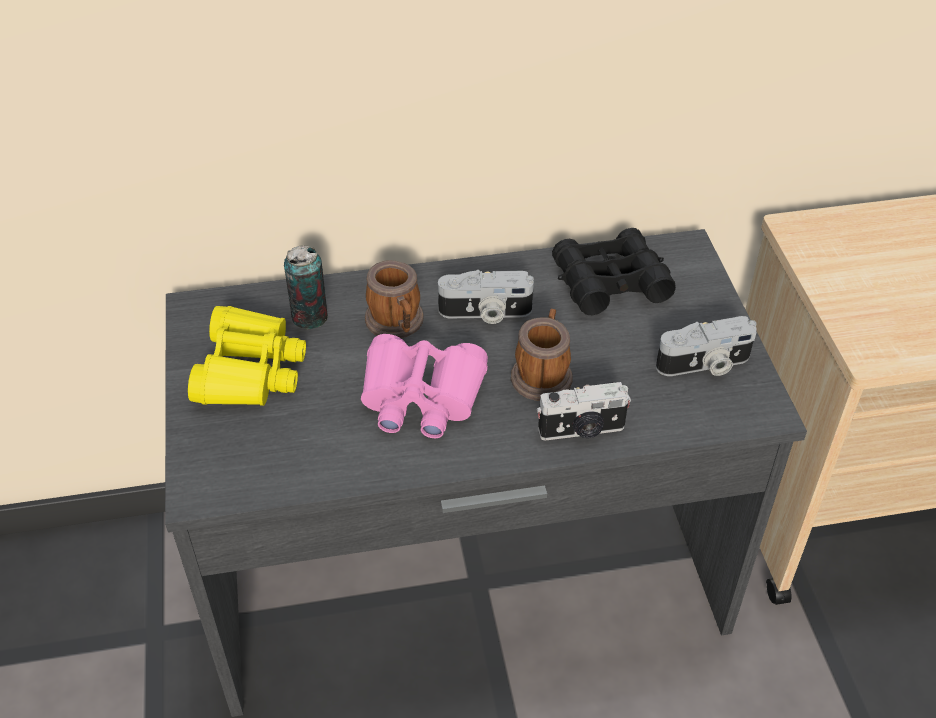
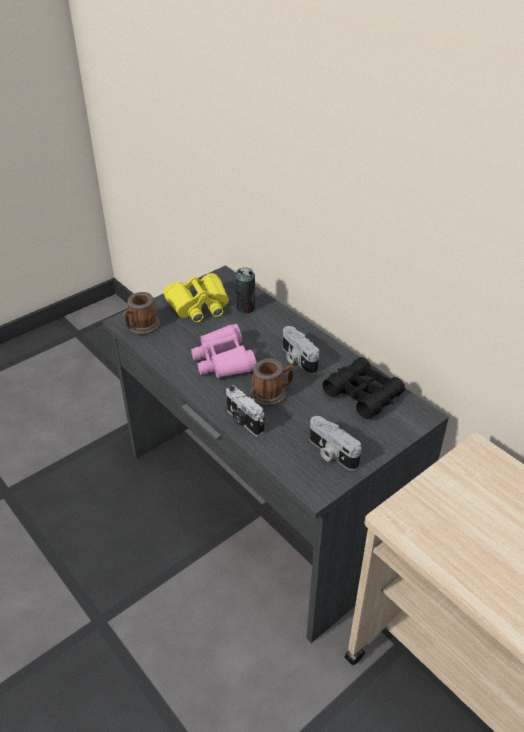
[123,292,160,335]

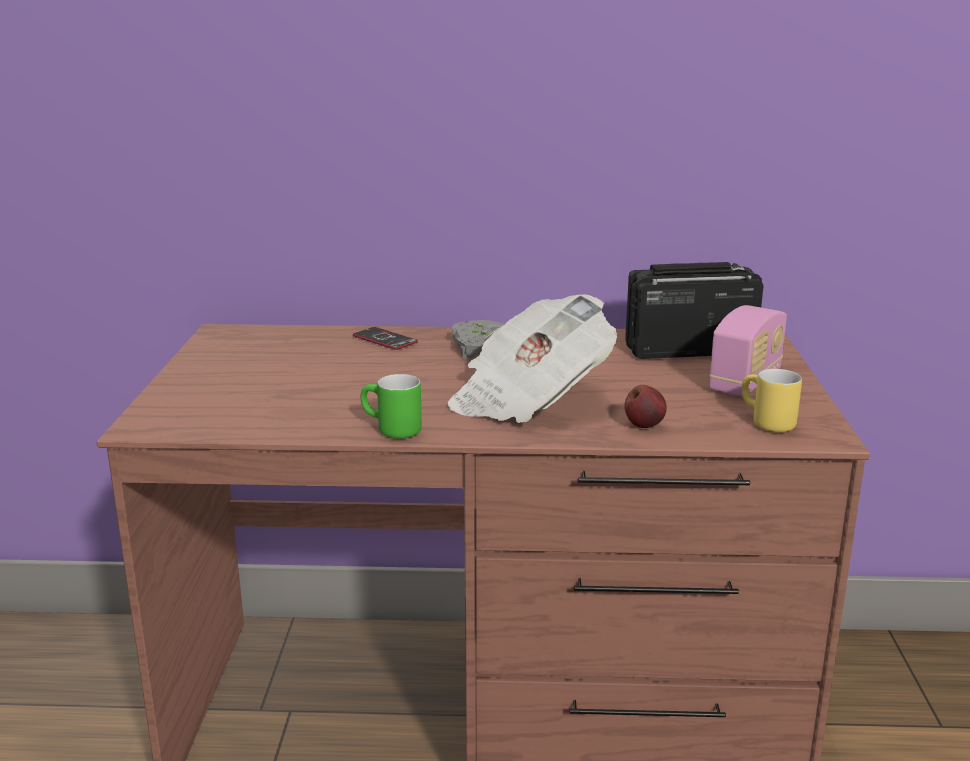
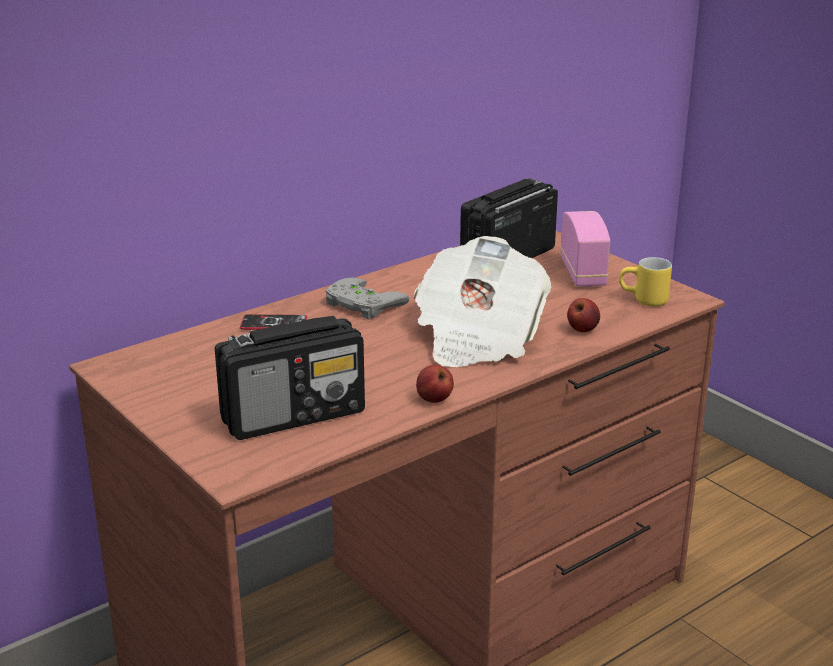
[215,316,365,440]
[416,365,454,403]

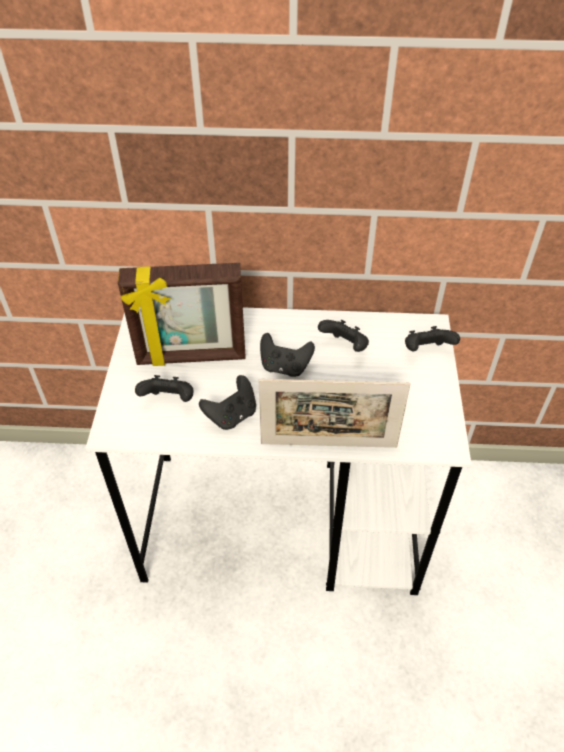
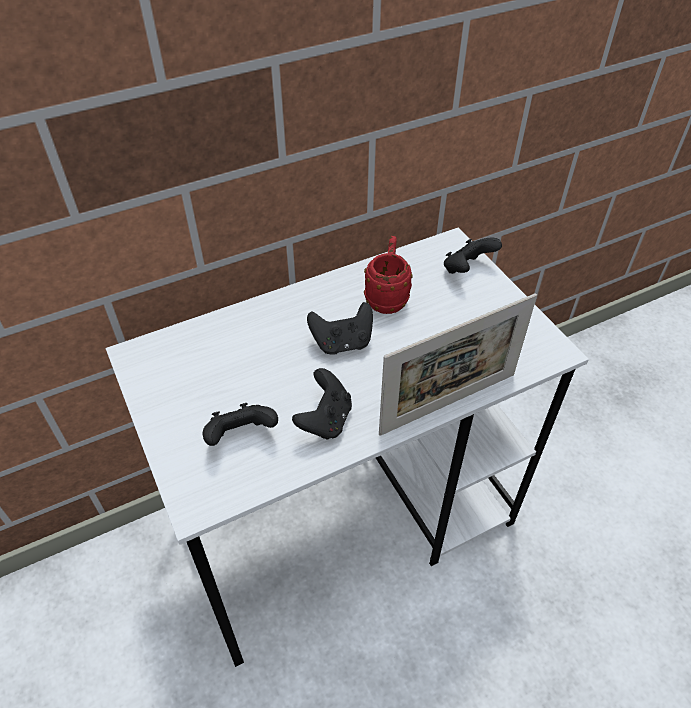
[118,263,246,366] (first image)
[364,236,413,314]

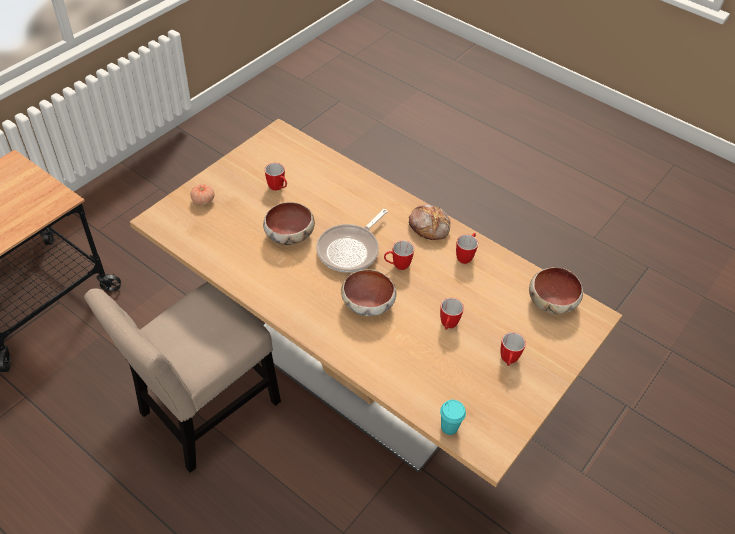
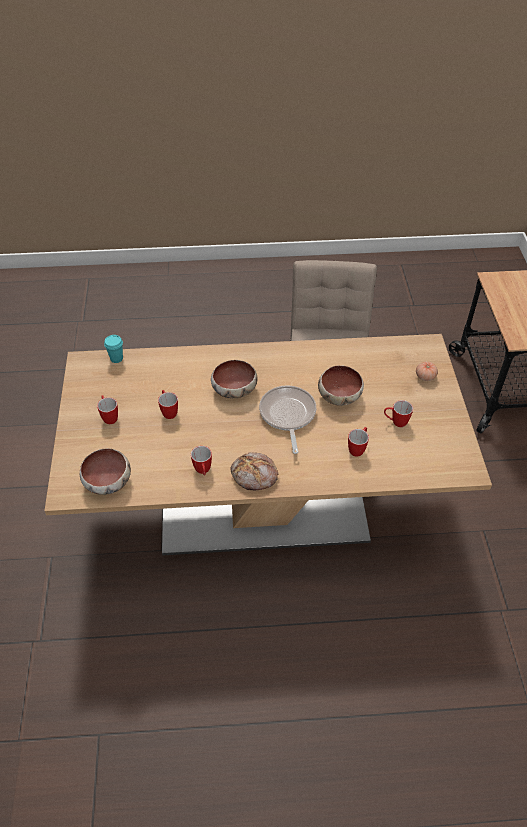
[348,427,369,457]

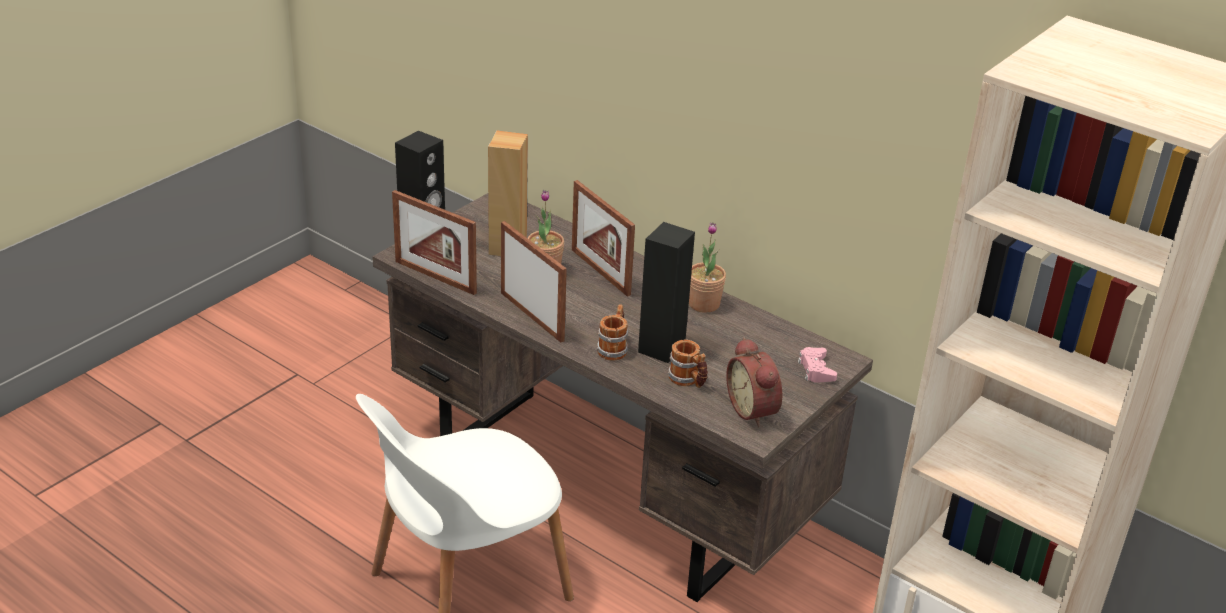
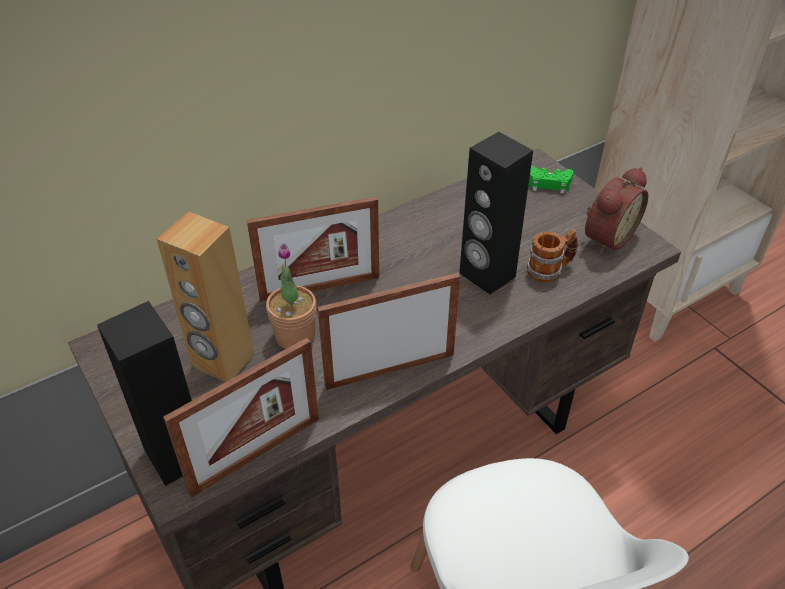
[597,304,628,361] (first image)
[689,222,726,313] (first image)
[529,165,574,194]
[585,167,648,254]

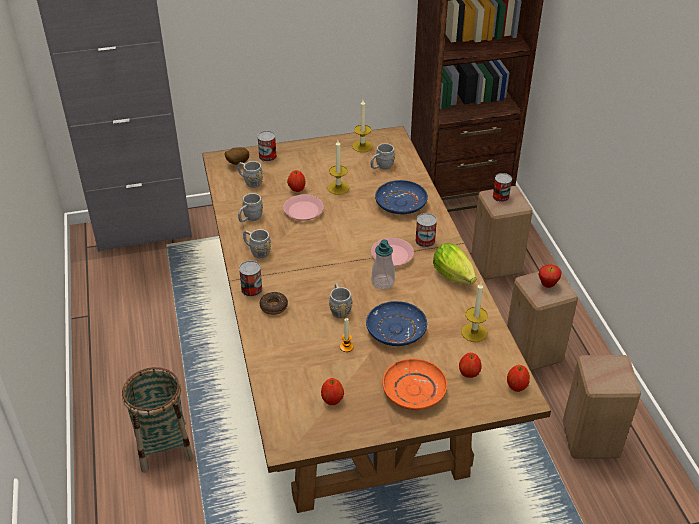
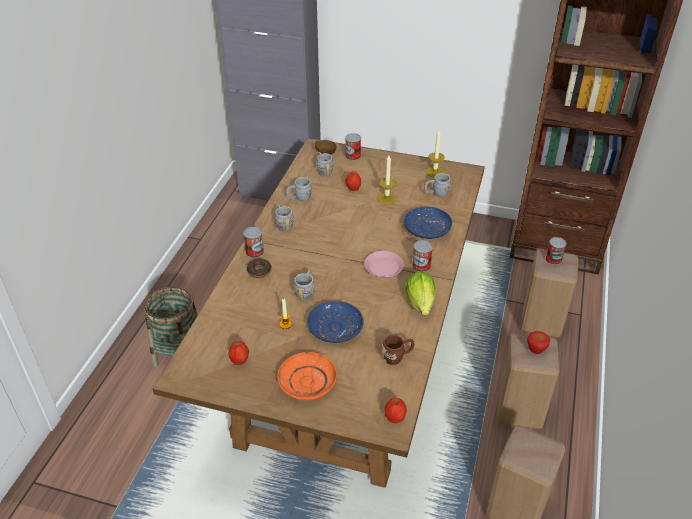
[283,195,324,221] (first image)
[371,239,395,290] (first image)
[459,353,482,378] (first image)
[382,335,415,365]

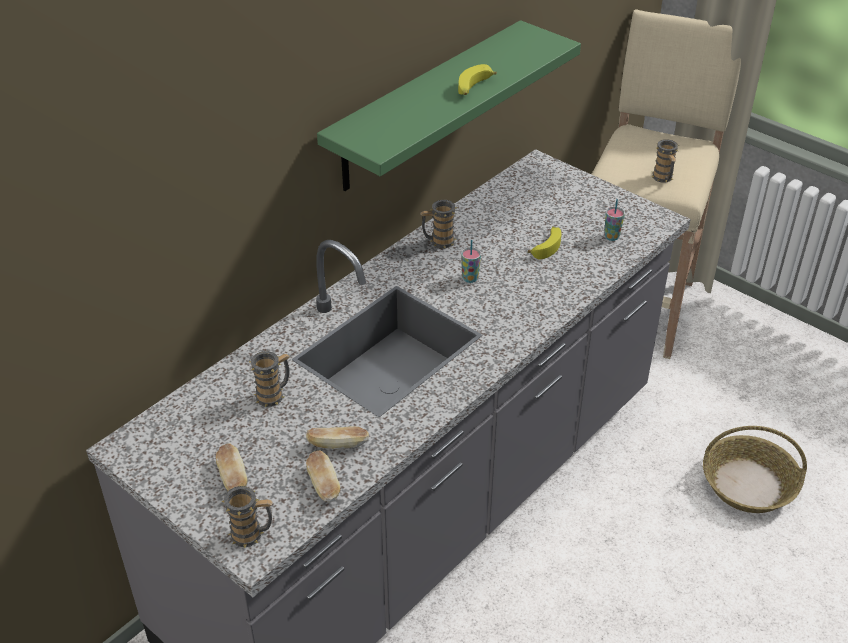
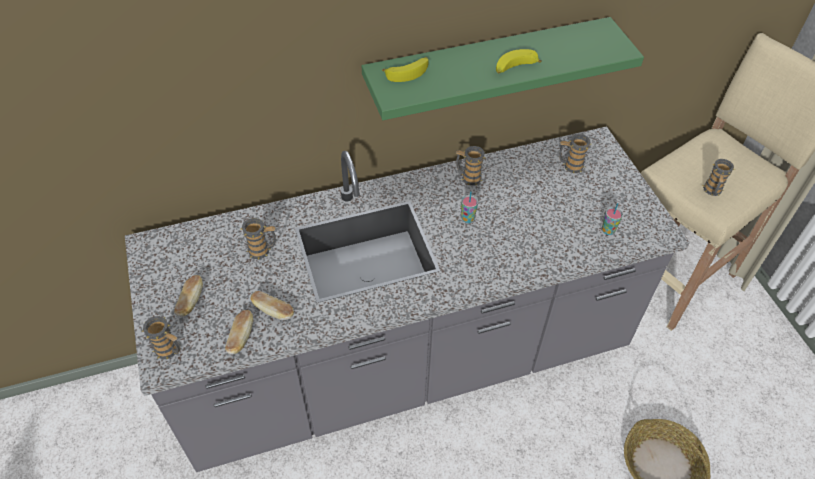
[559,134,591,173]
[382,57,428,82]

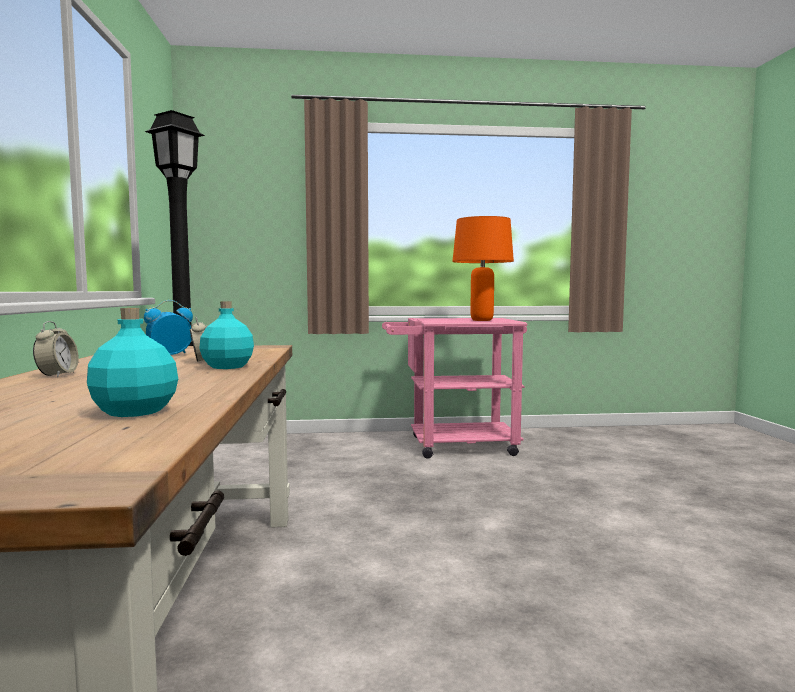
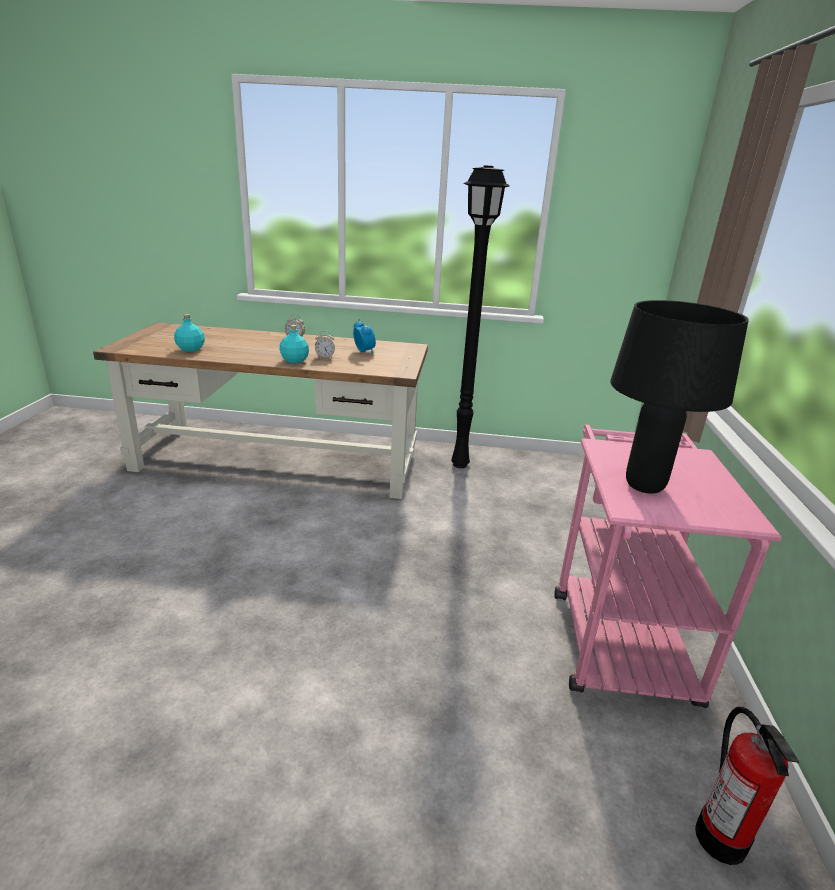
[695,707,799,865]
[610,300,749,494]

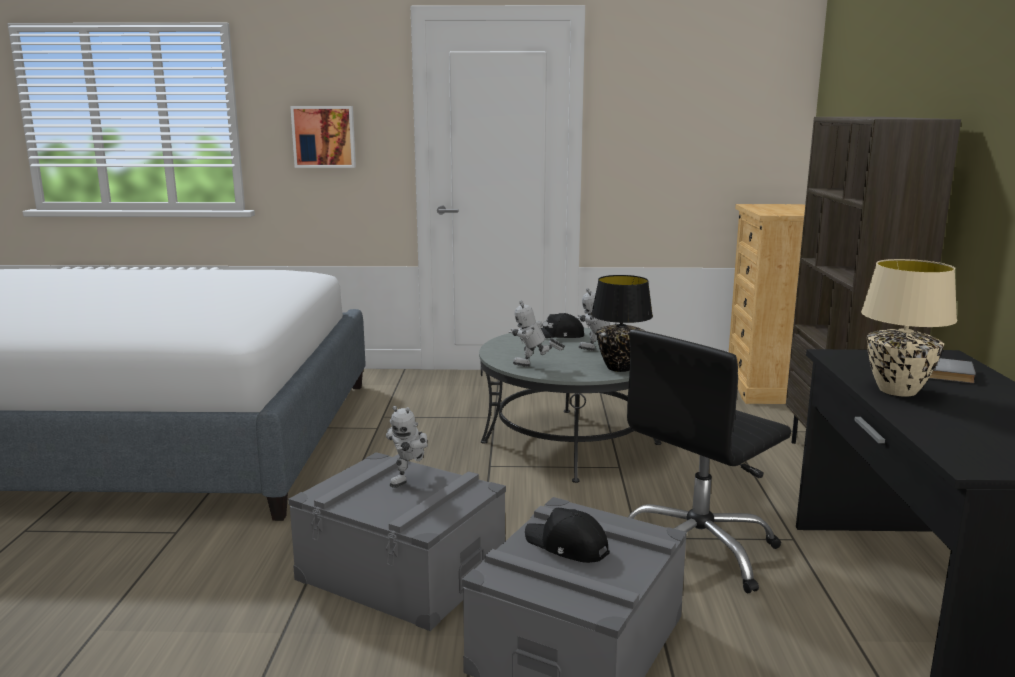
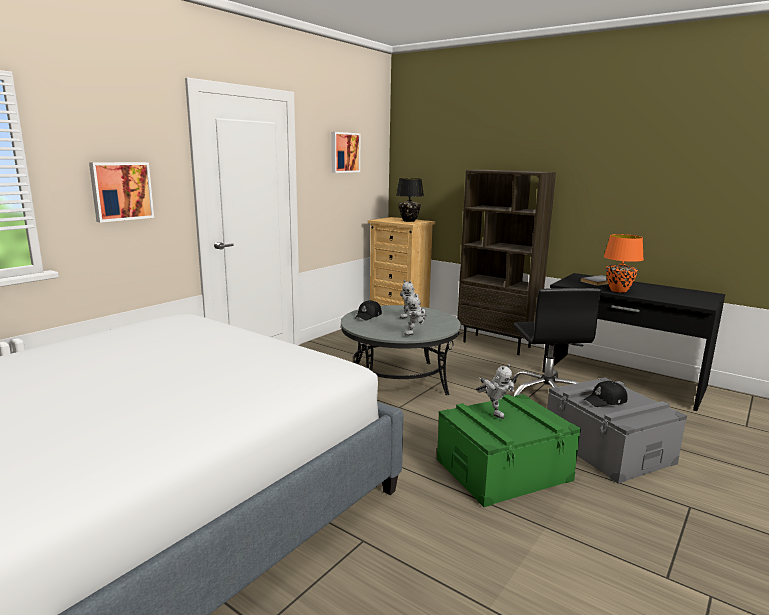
[331,132,360,173]
[396,178,424,222]
[437,394,581,507]
[604,234,644,293]

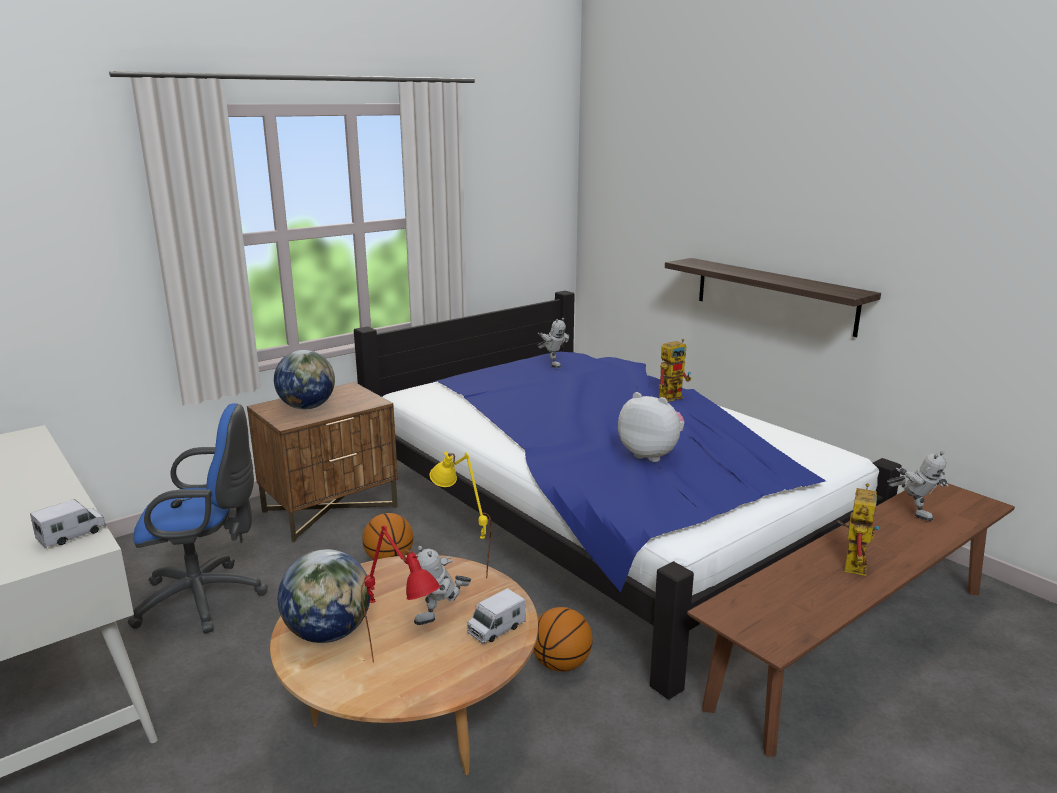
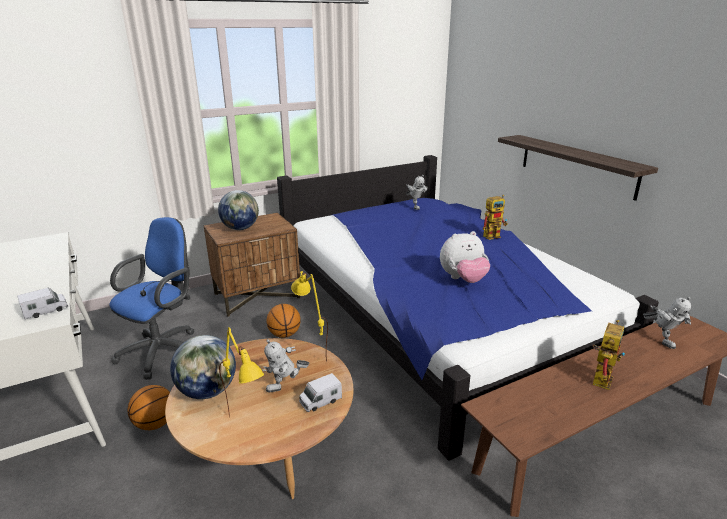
[127,385,170,430]
[219,327,264,417]
[109,217,195,380]
[440,231,490,283]

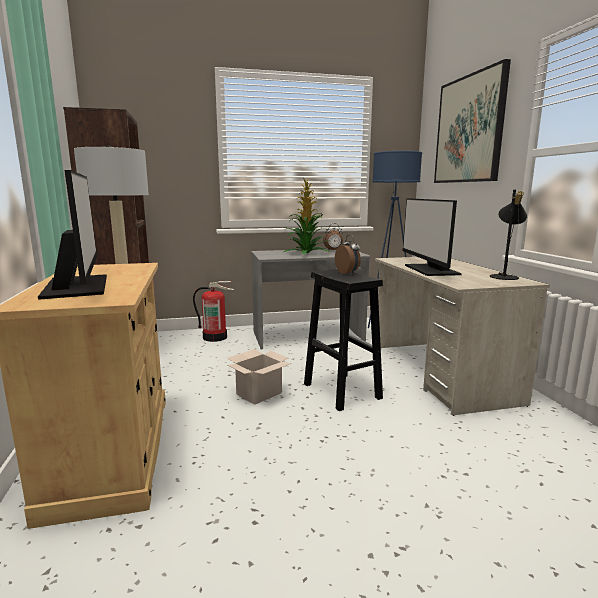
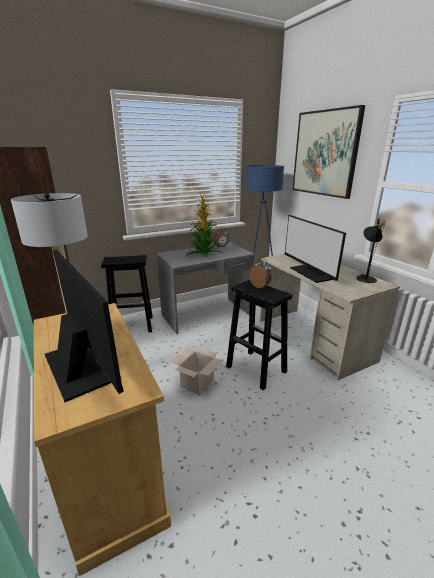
[101,255,153,332]

